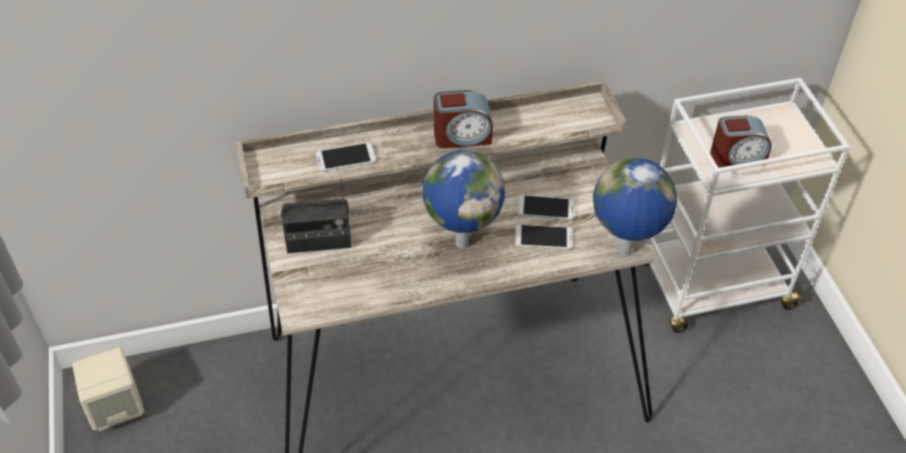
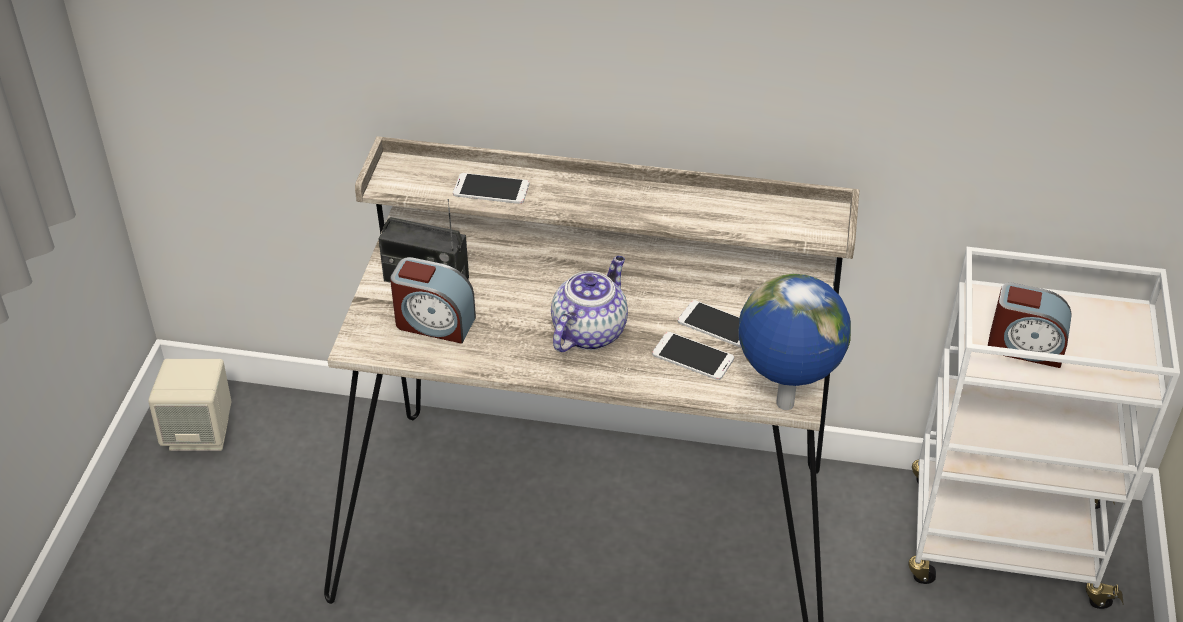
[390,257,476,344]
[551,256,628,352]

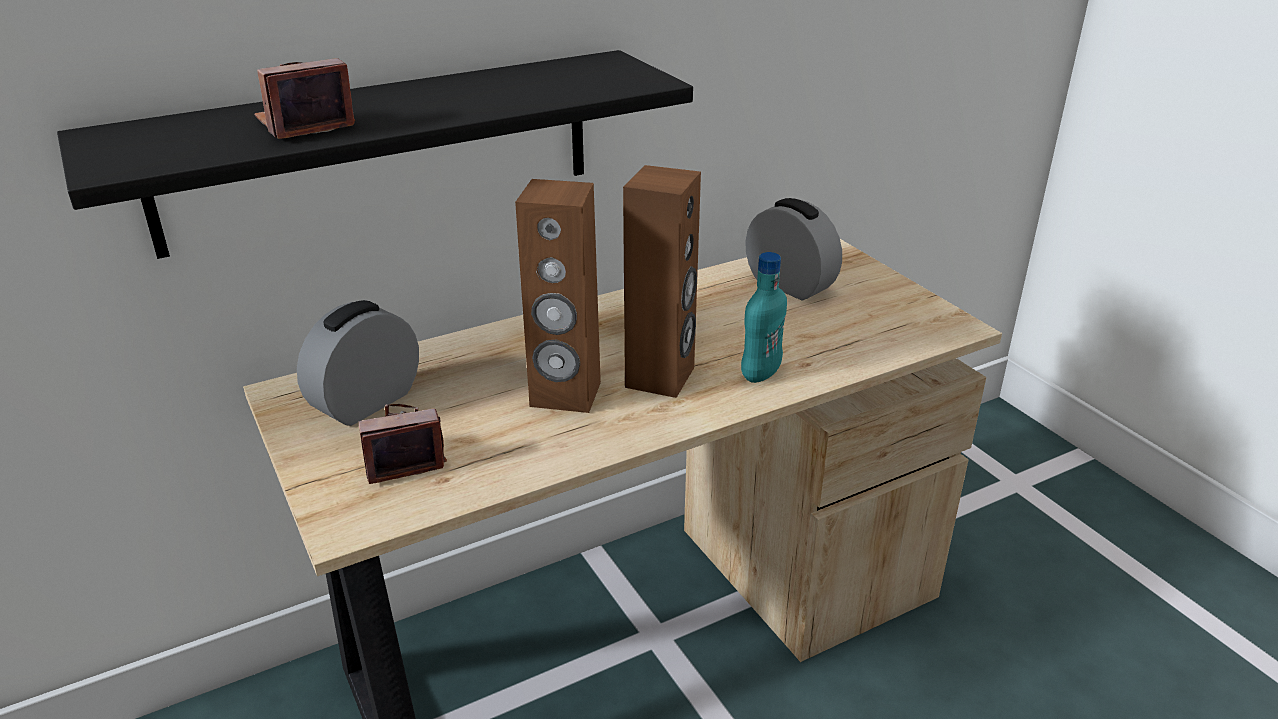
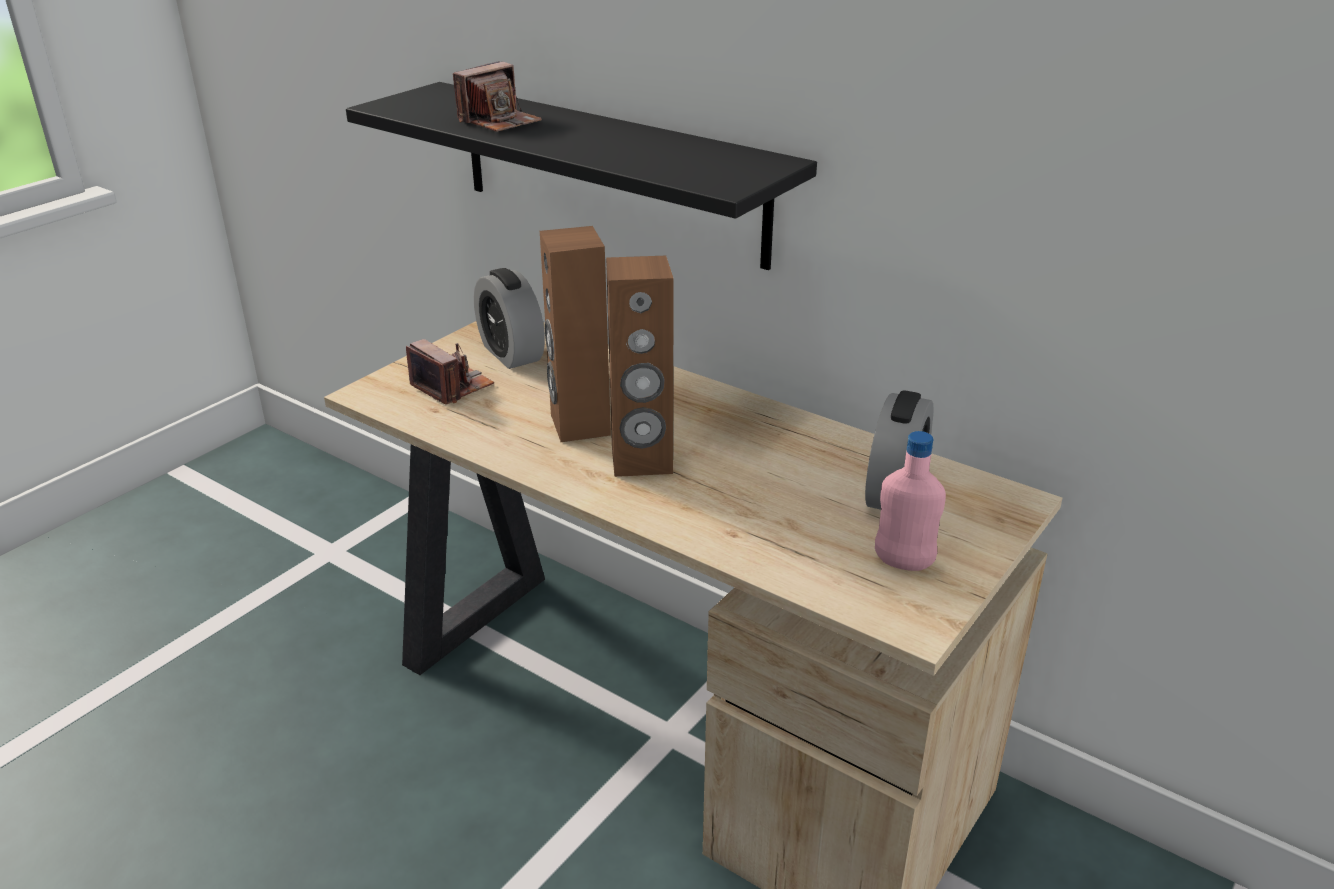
[741,252,787,383] (first image)
[875,431,946,571]
[453,61,542,132]
[474,268,545,369]

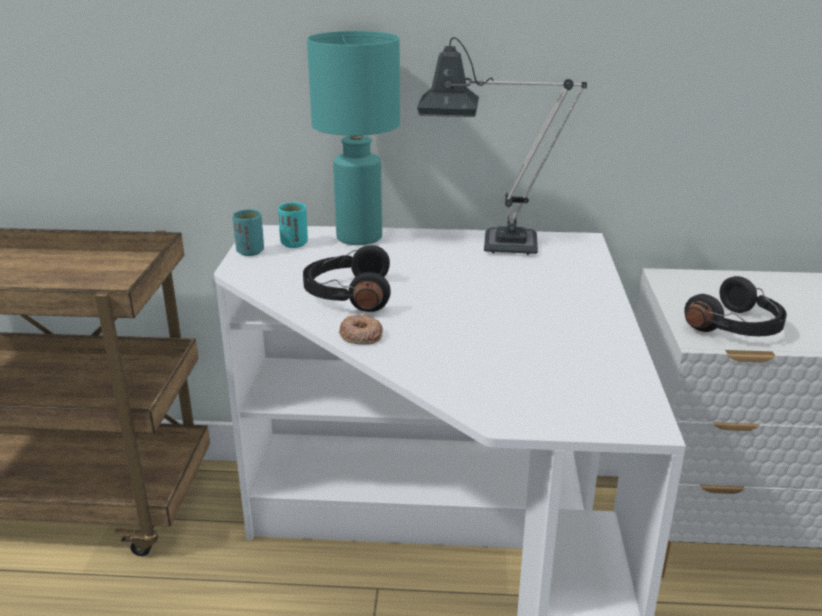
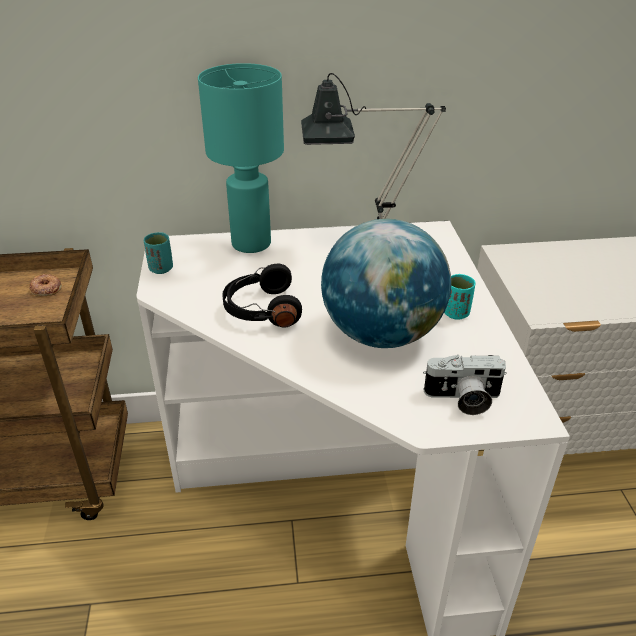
[684,276,787,336] (first image)
[321,219,451,348]
[423,355,507,415]
[444,274,476,320]
[29,274,62,296]

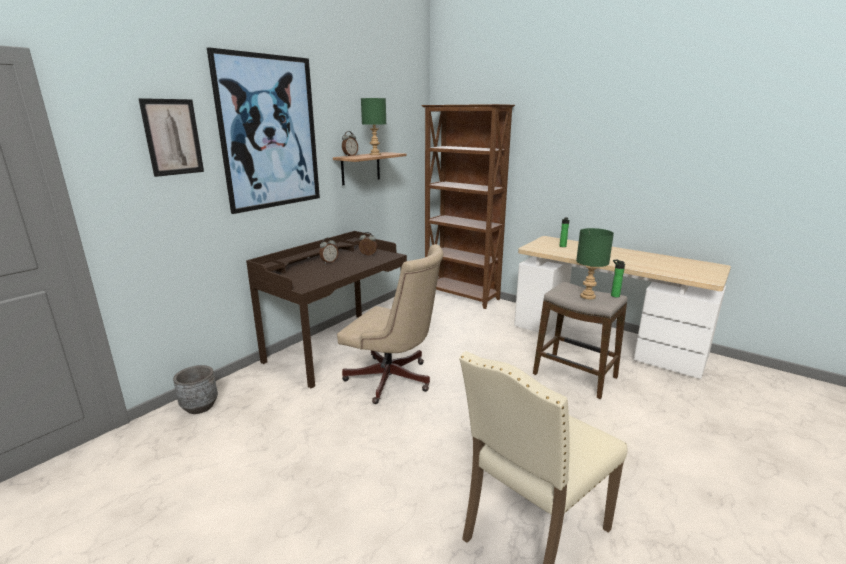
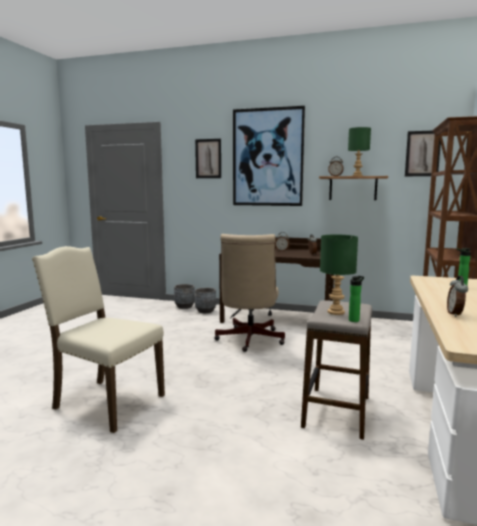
[195,288,216,313]
[405,131,441,176]
[447,276,468,317]

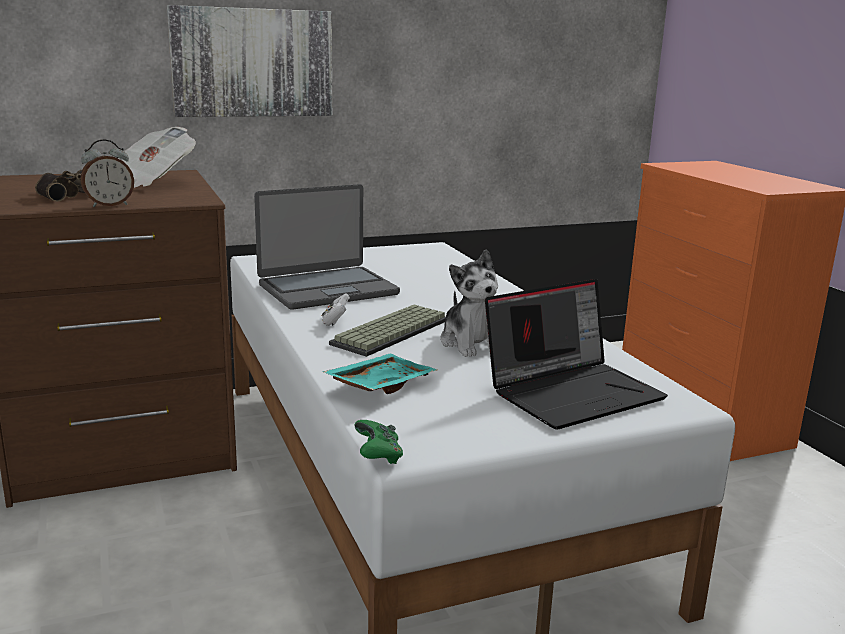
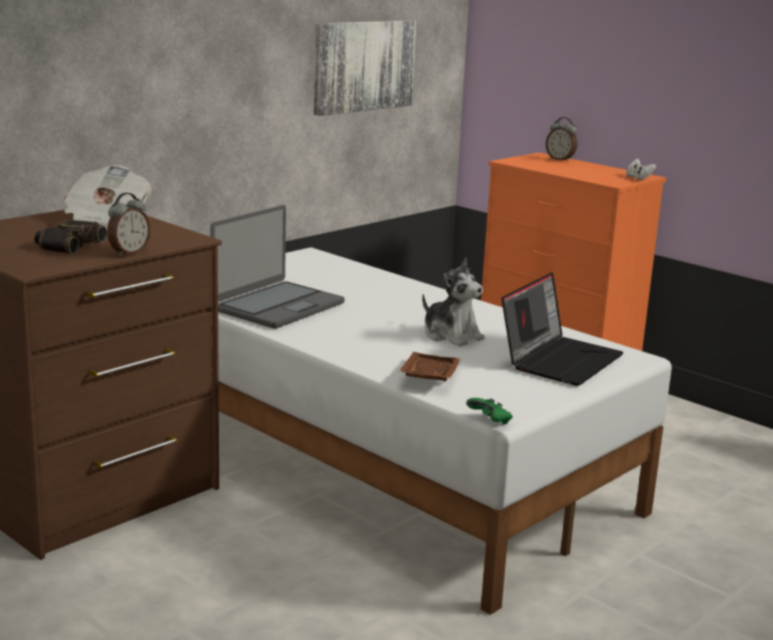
[329,305,446,357] (first image)
[546,117,577,162]
[314,20,416,116]
[626,158,656,180]
[398,352,461,382]

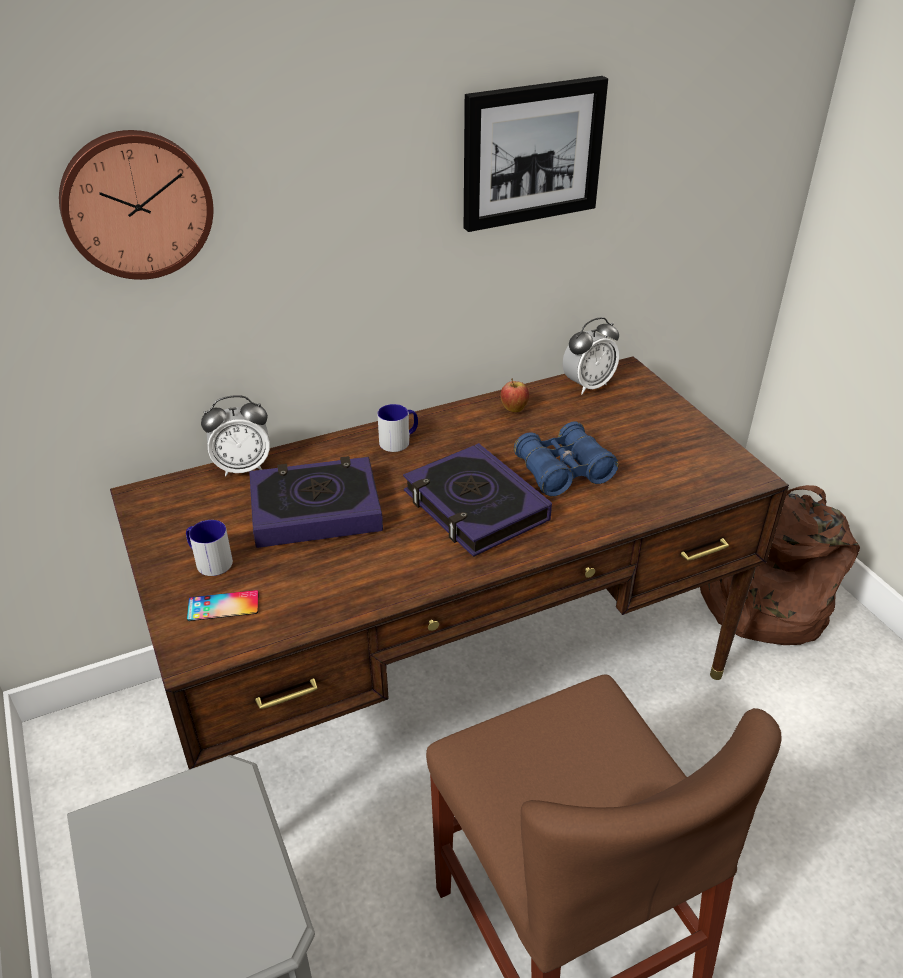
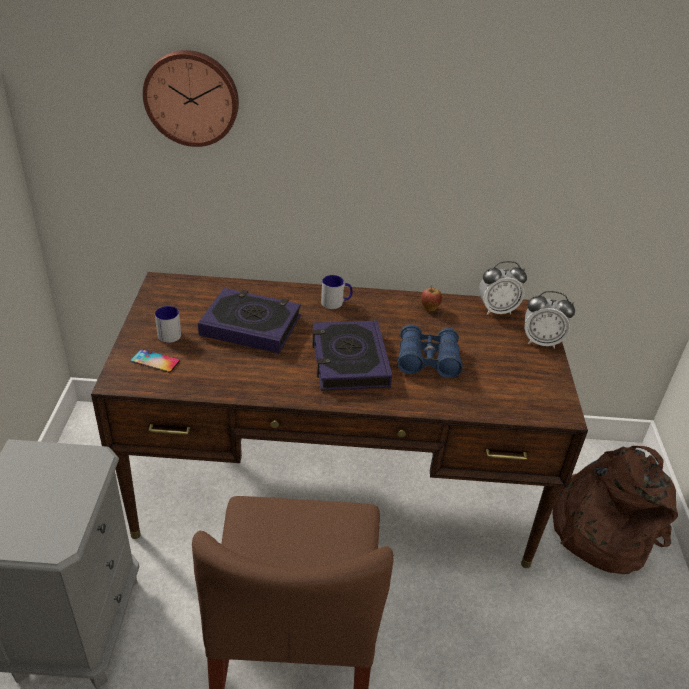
[464,76,608,232] (first image)
[525,291,575,349]

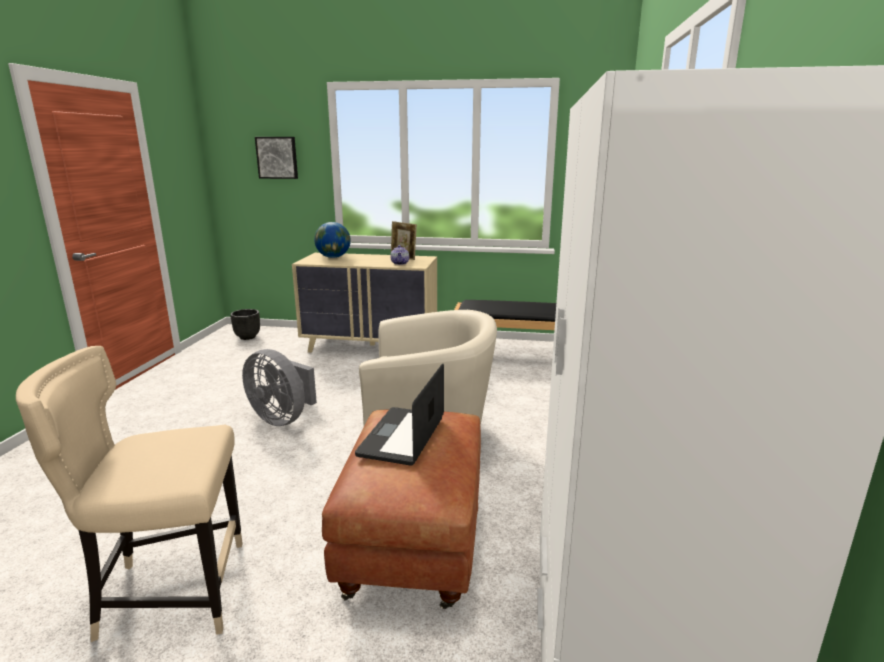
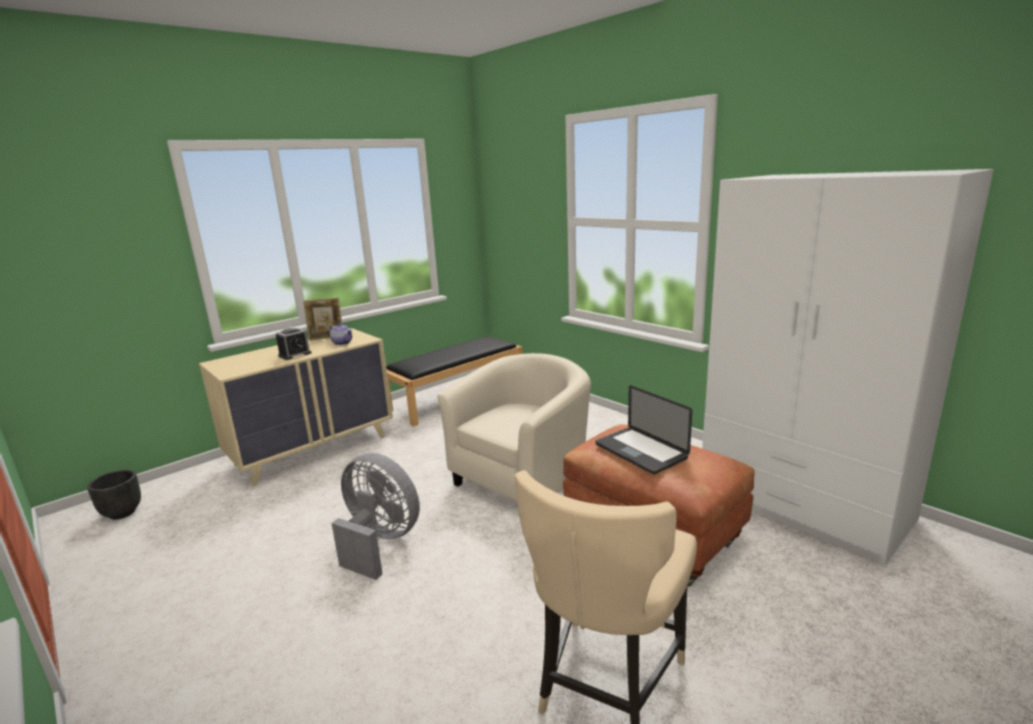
[255,137,298,179] (first image)
[314,222,351,258] (first image)
[276,328,312,360]
[332,453,420,580]

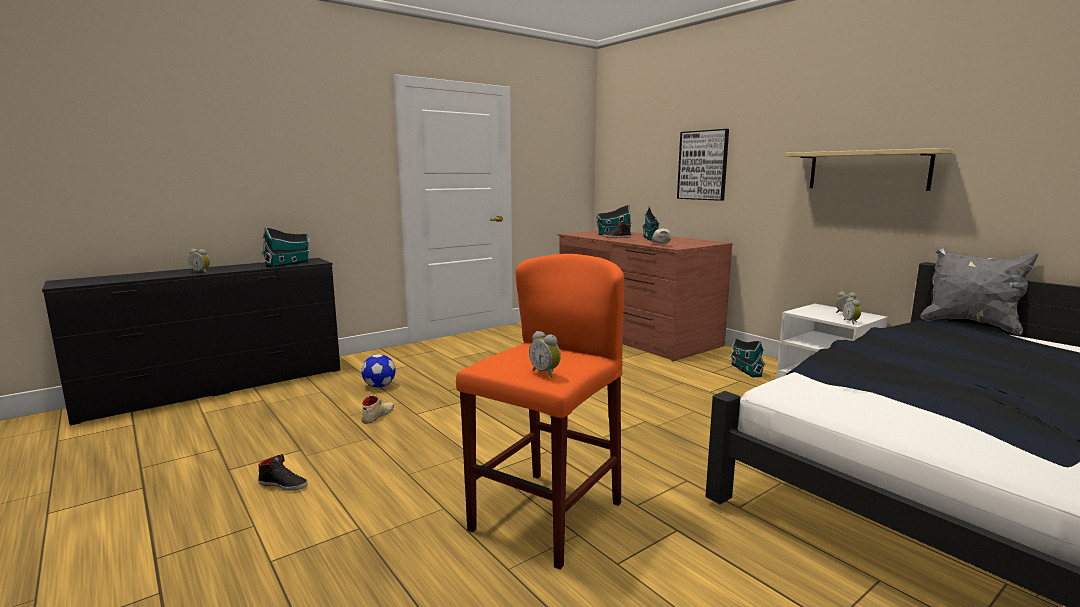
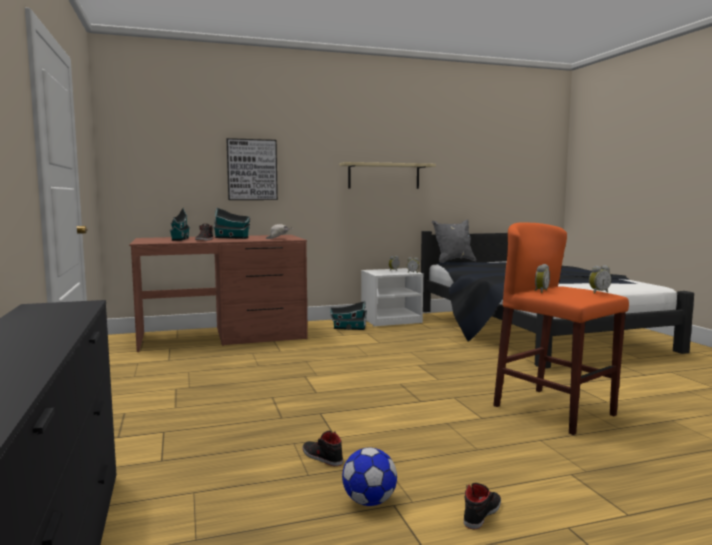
[262,227,310,268] (first image)
[534,264,550,293]
[342,448,397,506]
[303,431,343,466]

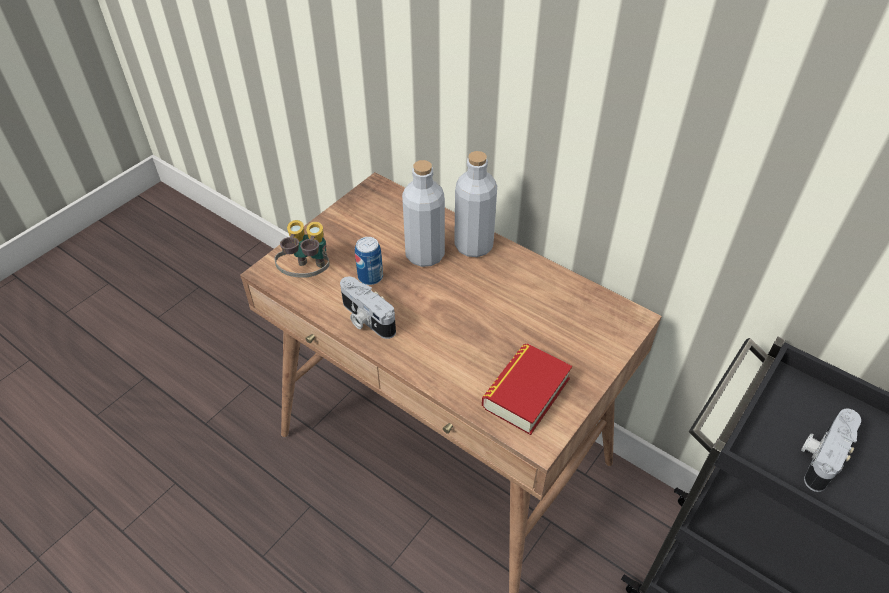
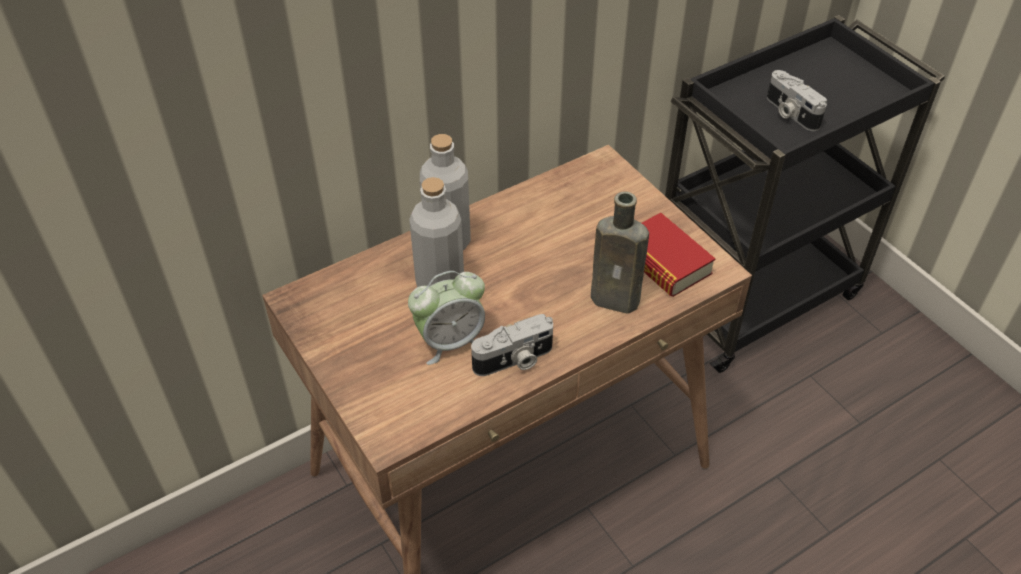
[274,220,330,278] (first image)
[591,192,649,314]
[408,271,485,365]

